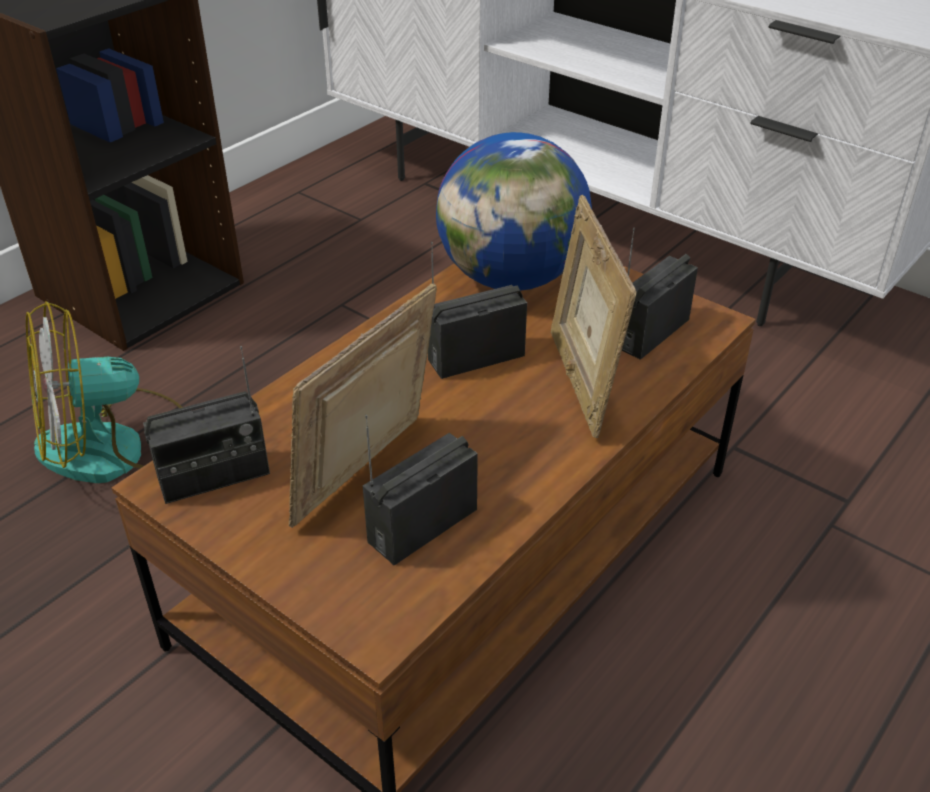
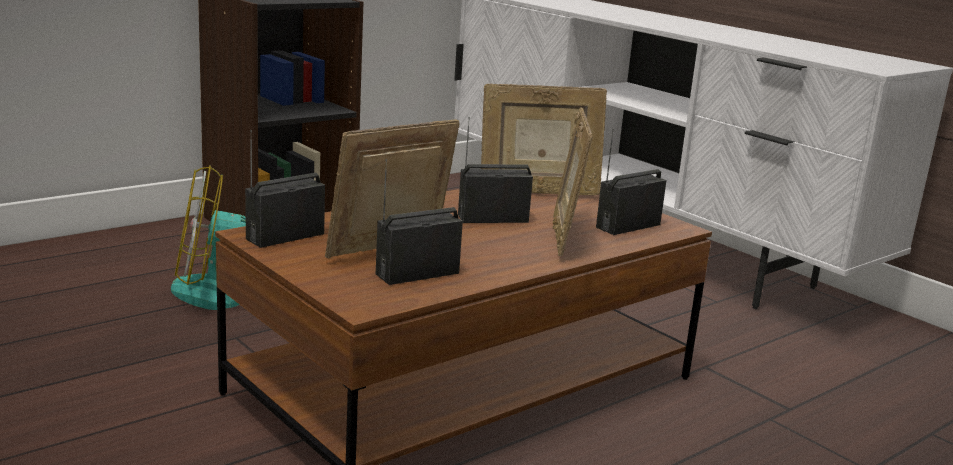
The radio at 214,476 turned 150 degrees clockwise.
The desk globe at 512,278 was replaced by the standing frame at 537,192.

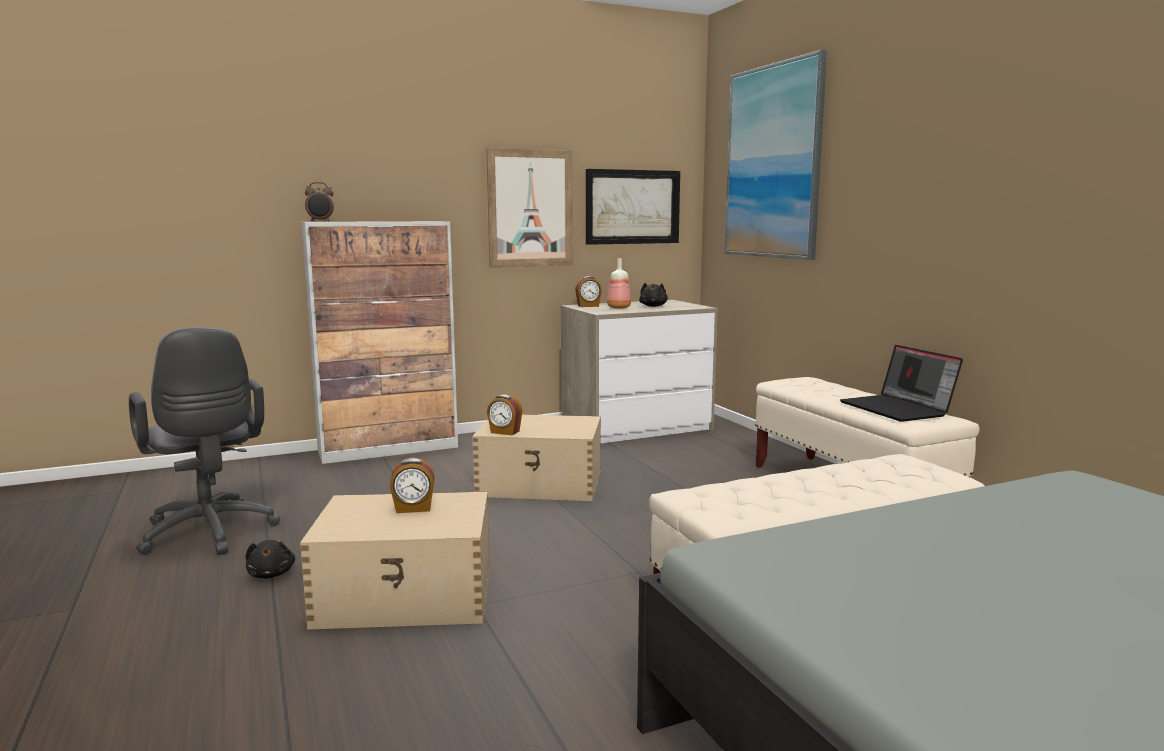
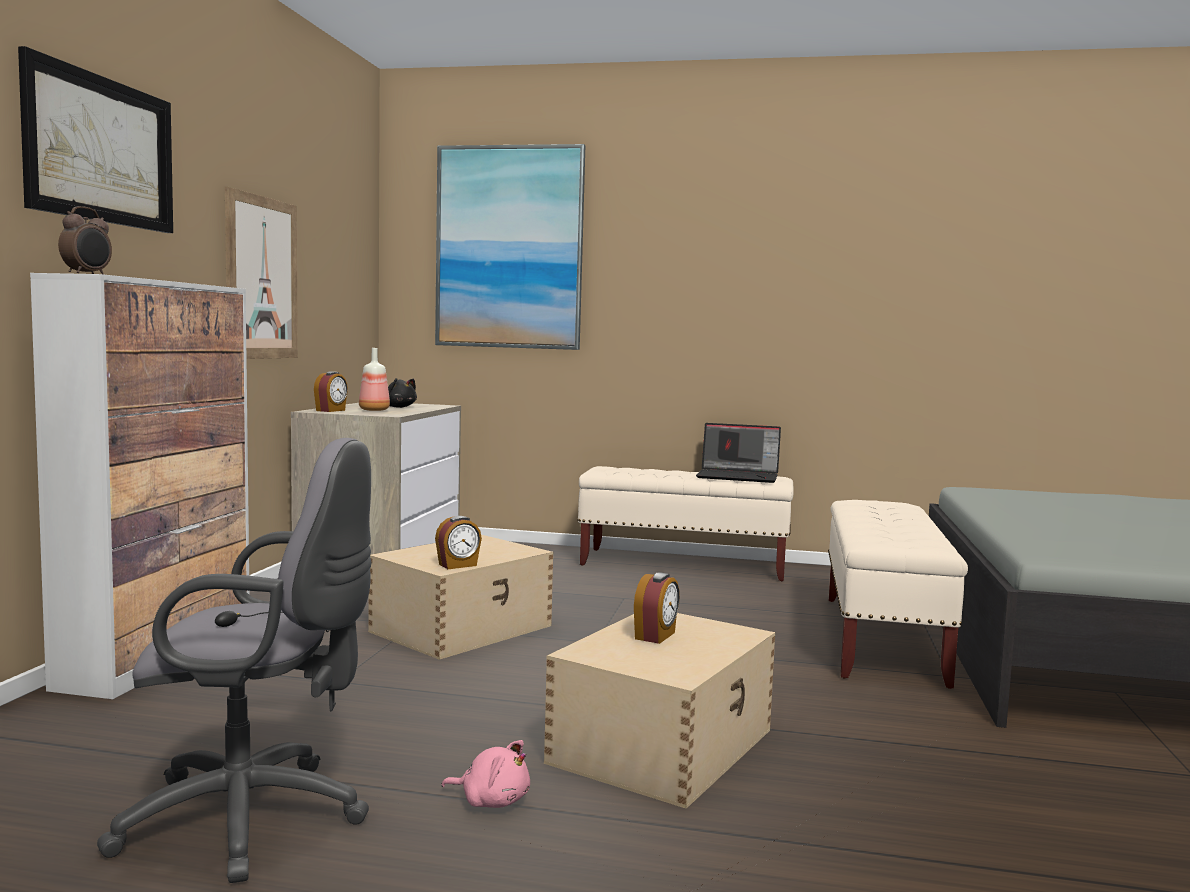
The cuddly toy (black) at 271,574 became the cuddly toy (pinkish) at 491,801.
The wall picture moved from 632,207 to 100,150.

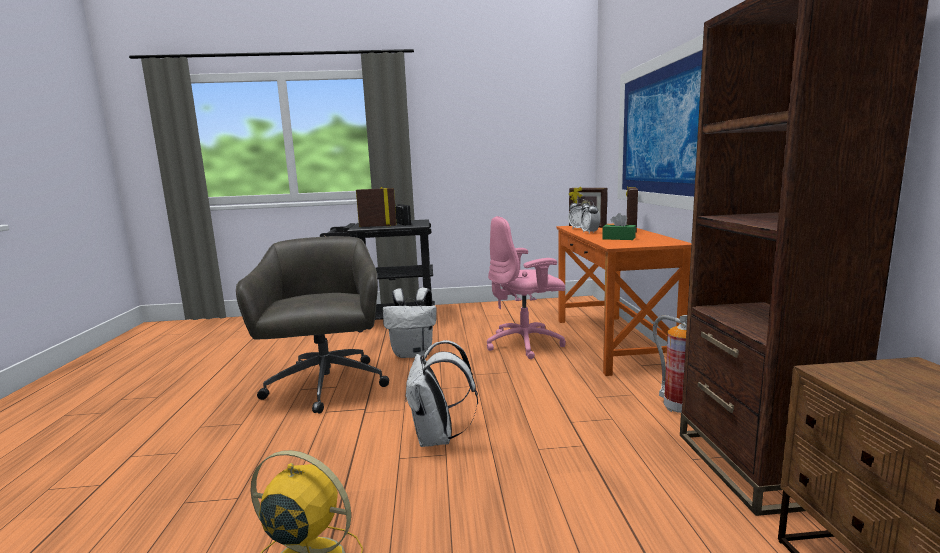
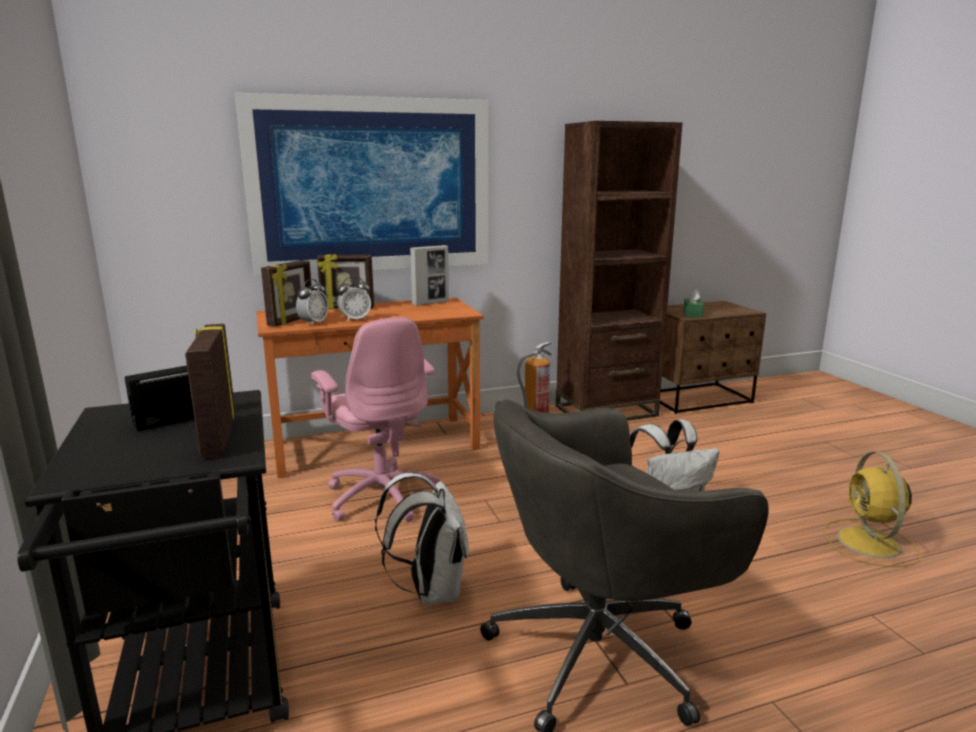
The tissue box (green) moved from 618,238 to 692,314.
The standing frame at 430,303 appeared.

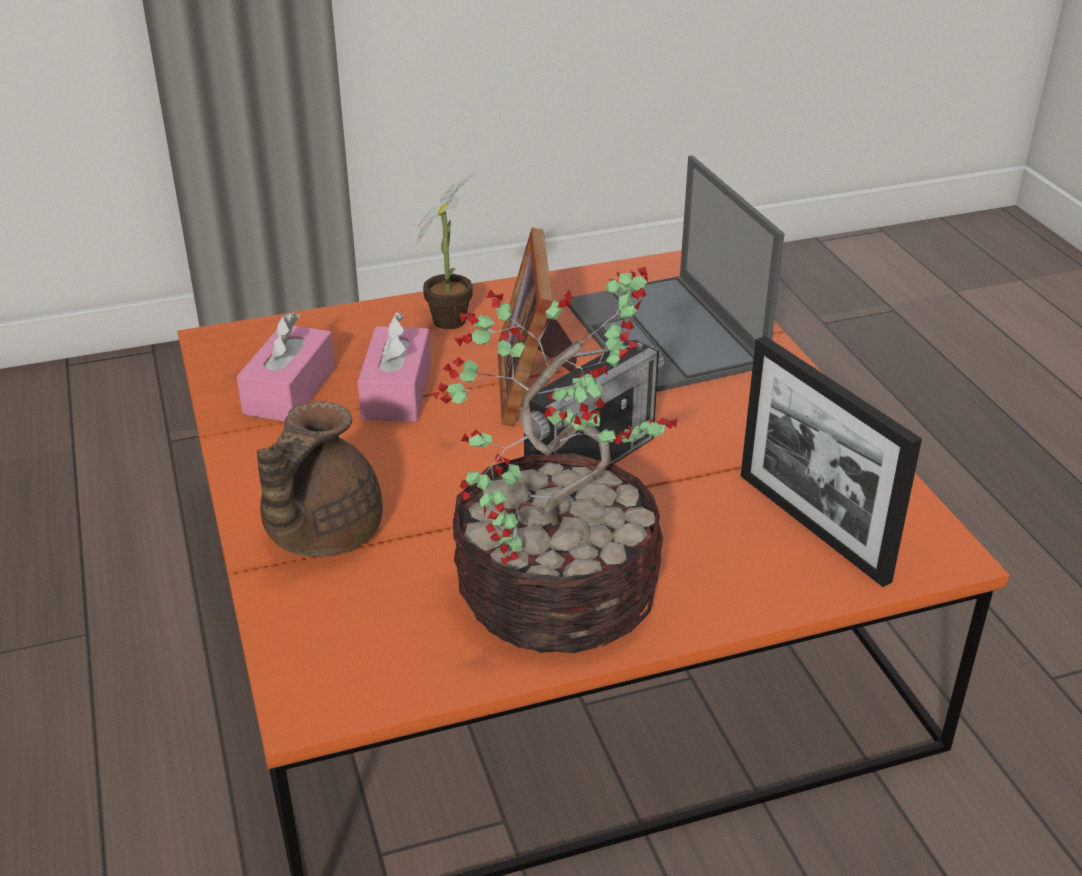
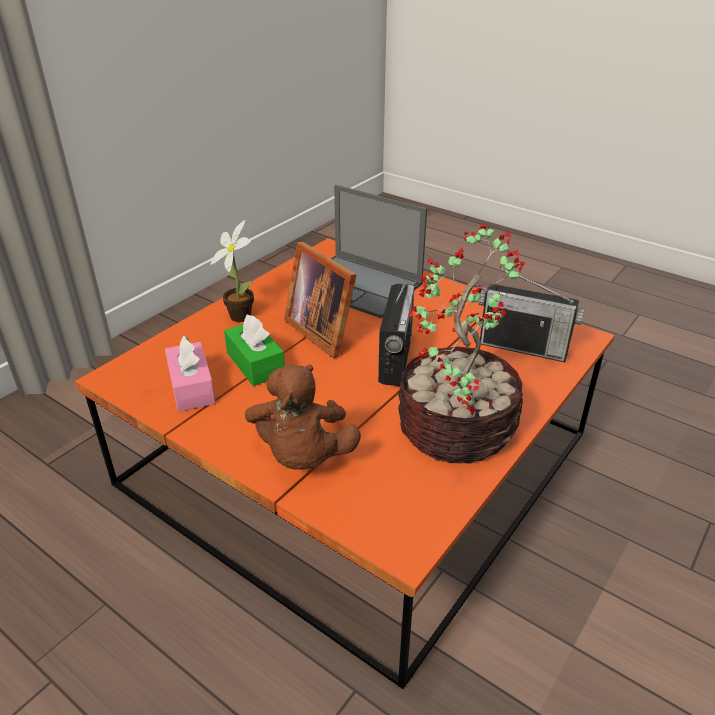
The pot for tea (brown-coloured) at 319,534 was replaced by the cuddly toy (brown-coloured) at 302,456.
The tissue box (pinkish) at 397,392 became the tissue box (green) at 255,364.
The standing frame at 812,526 was replaced by the radio at 523,347.

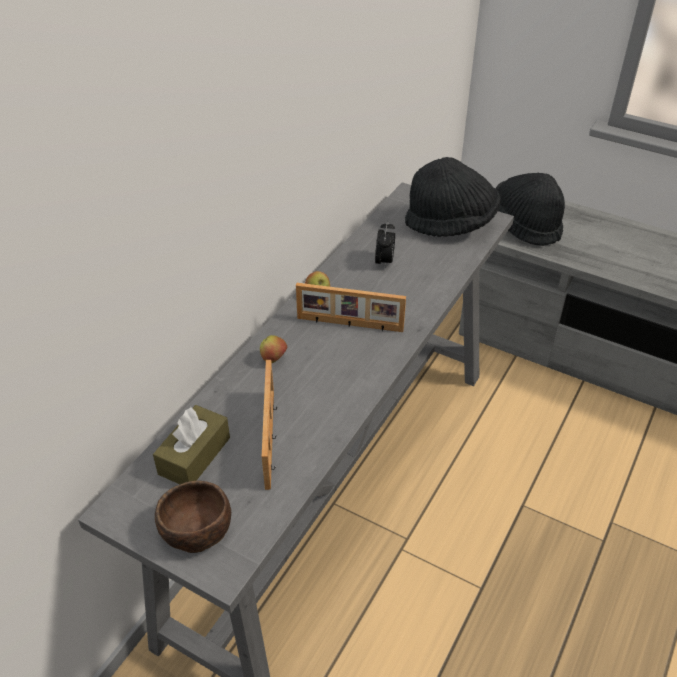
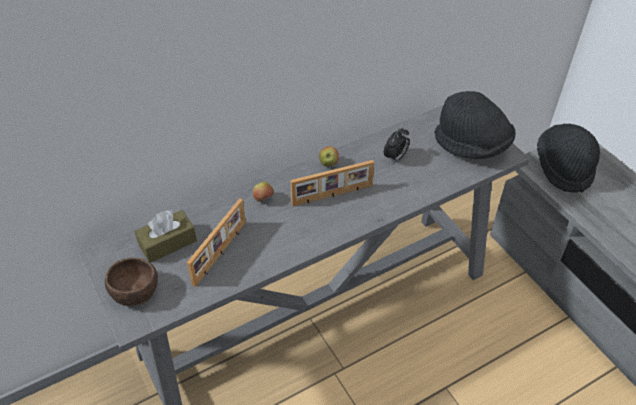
The standing frame at 349,325 turned 60 degrees counterclockwise.

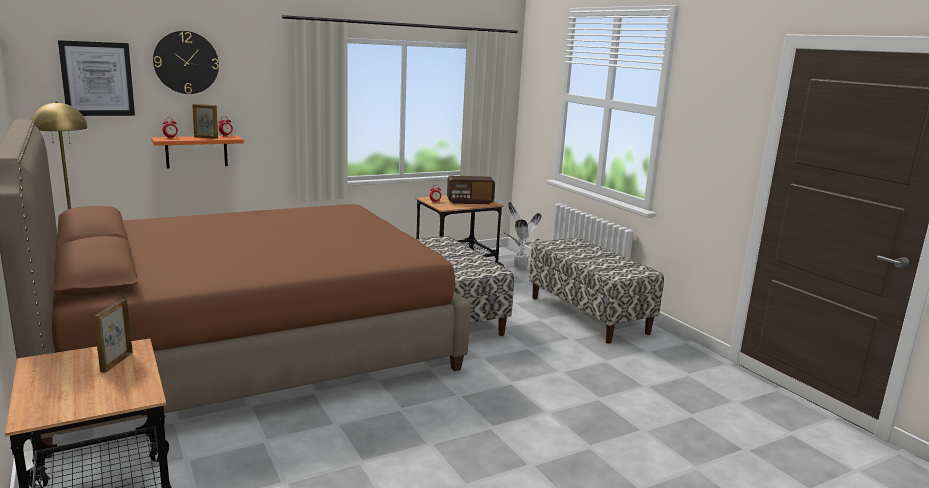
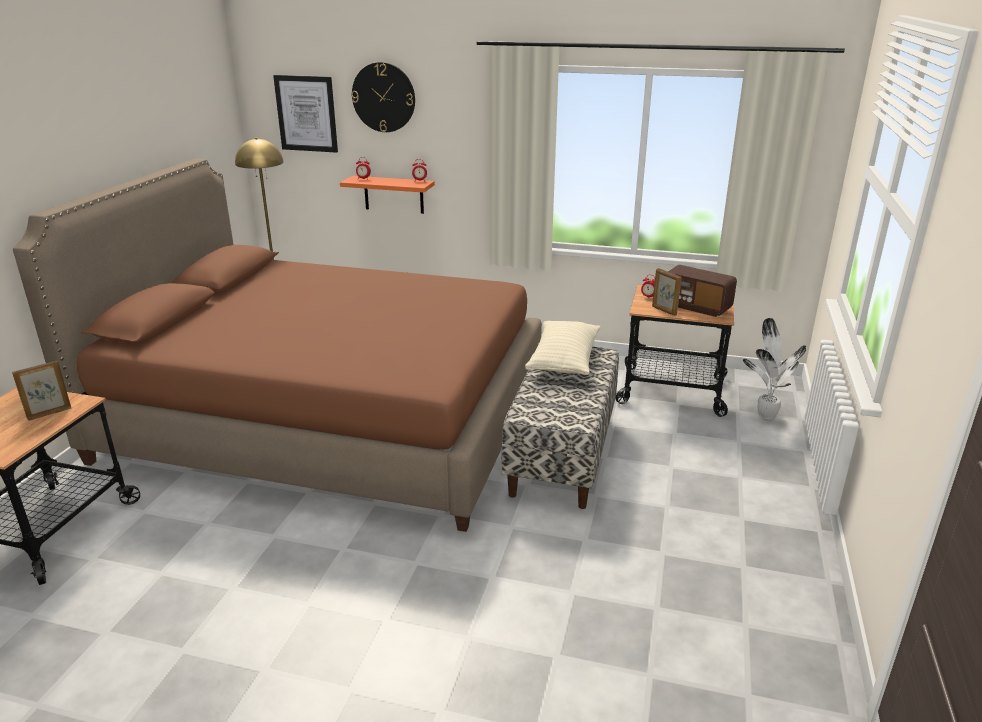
The standing frame moved from 206,137 to 664,311.
The long seat at 588,315 disappeared.
The cushion (beige-coloured) at 564,361 appeared.

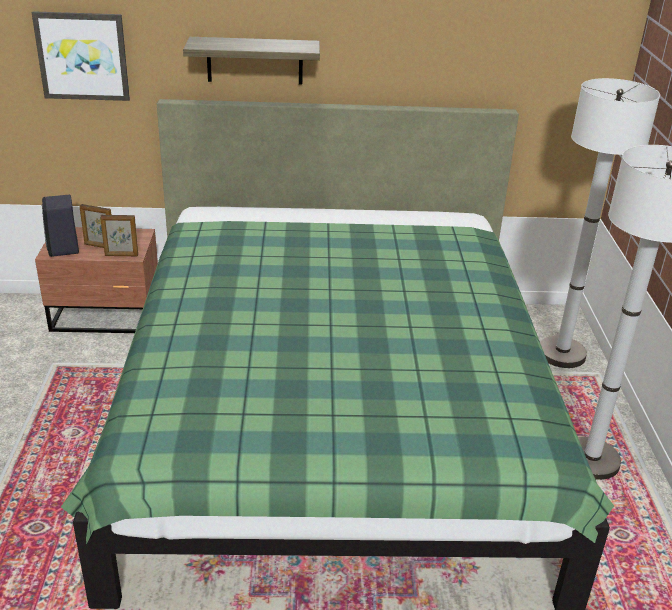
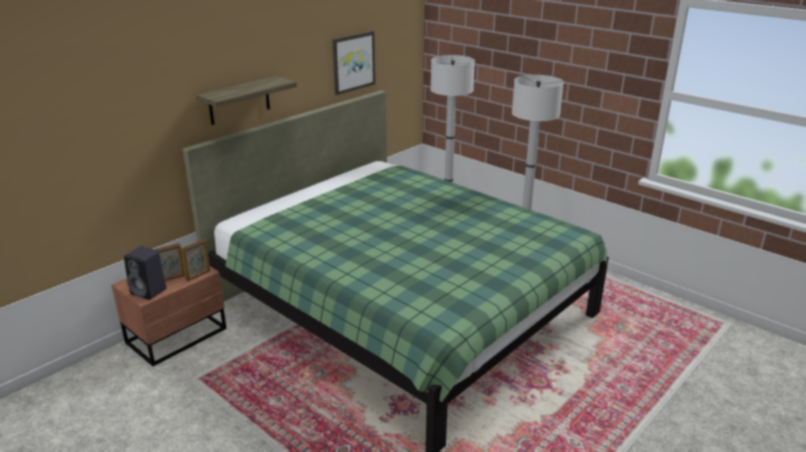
The wall picture moved from 82,56 to 353,62.

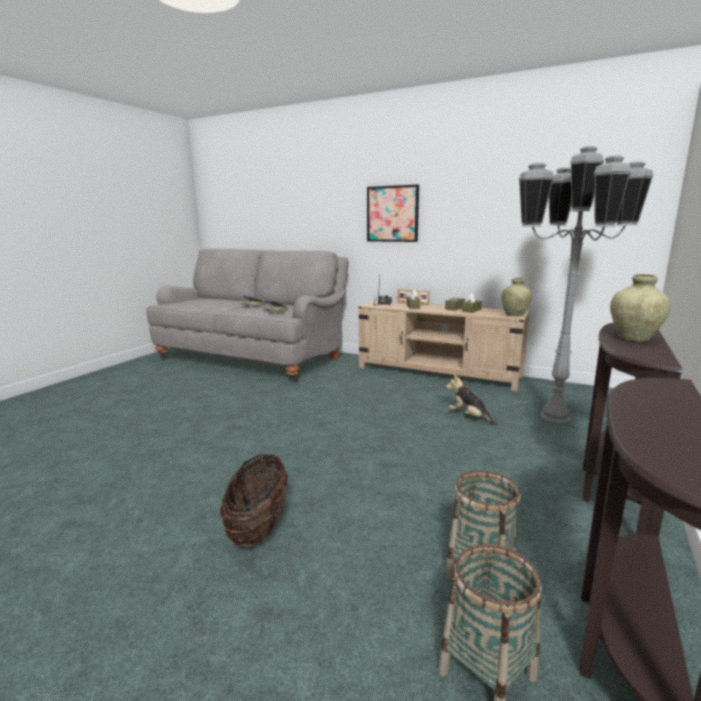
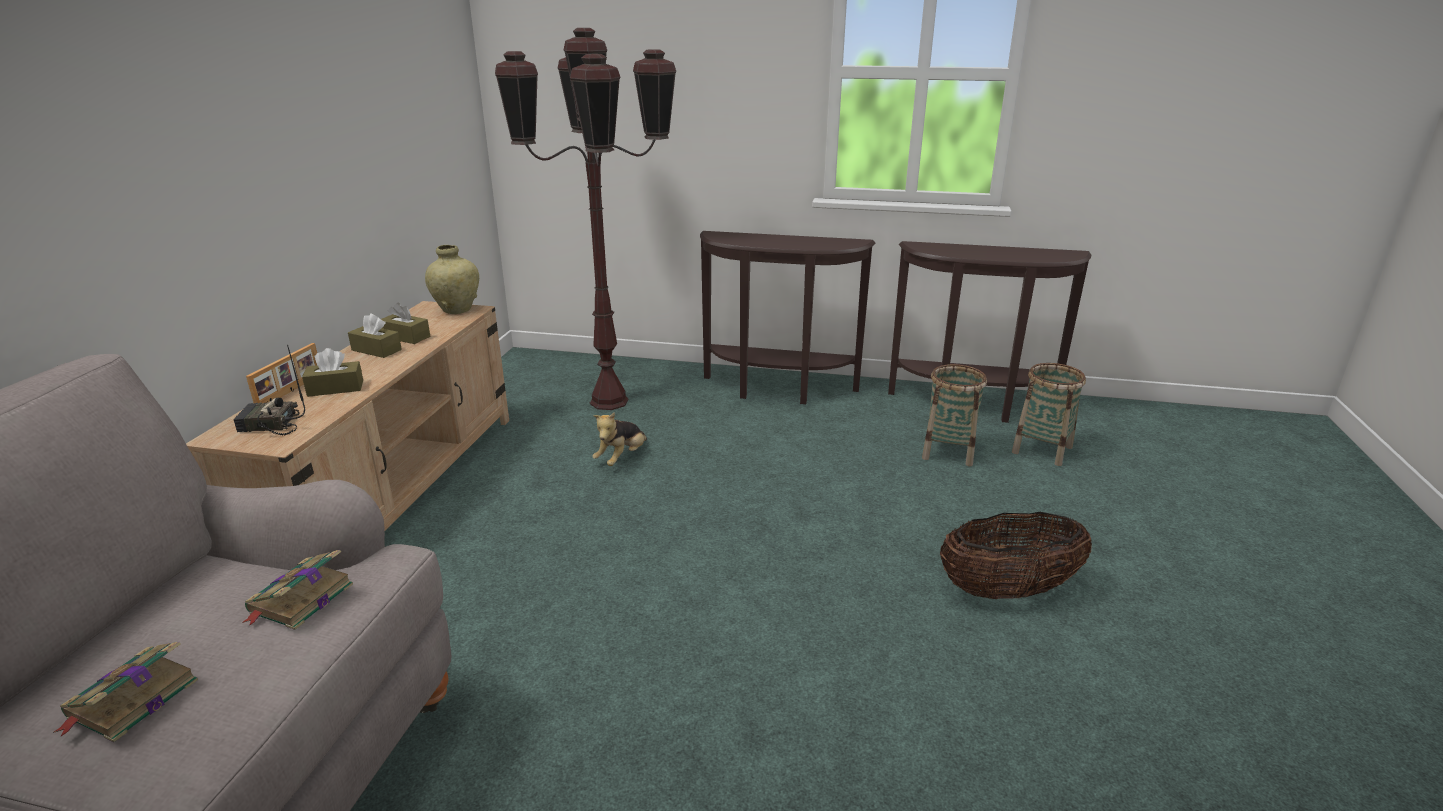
The wall picture at 392,214 disappeared.
The floor lamp (greyish) at 556,417 became the floor lamp (brown-coloured) at 609,401.
The flower vase (beige-coloured) at 633,338 disappeared.

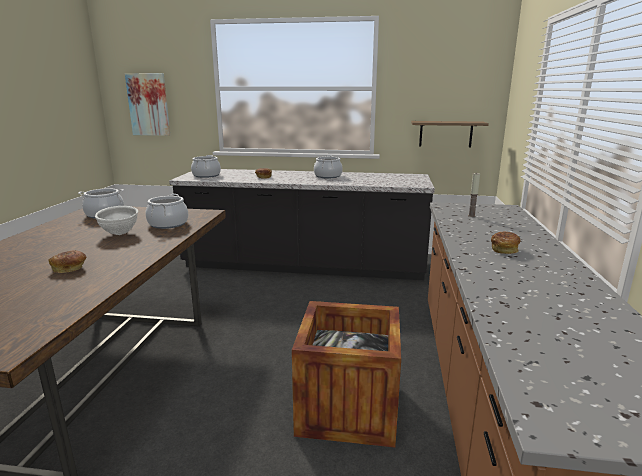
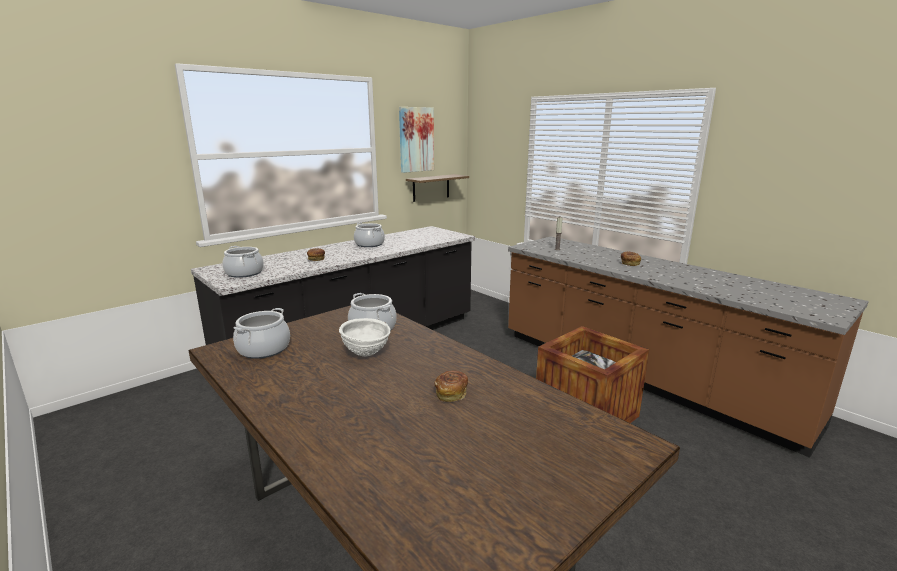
The wall picture moved from 148,104 to 416,139.

